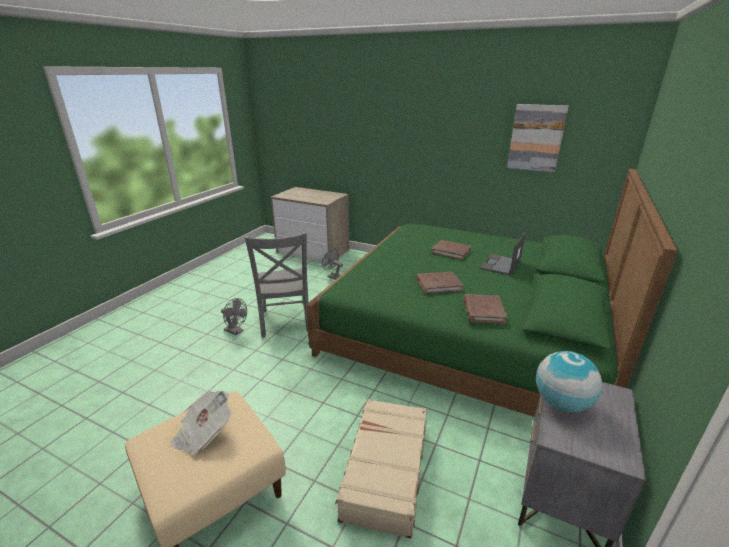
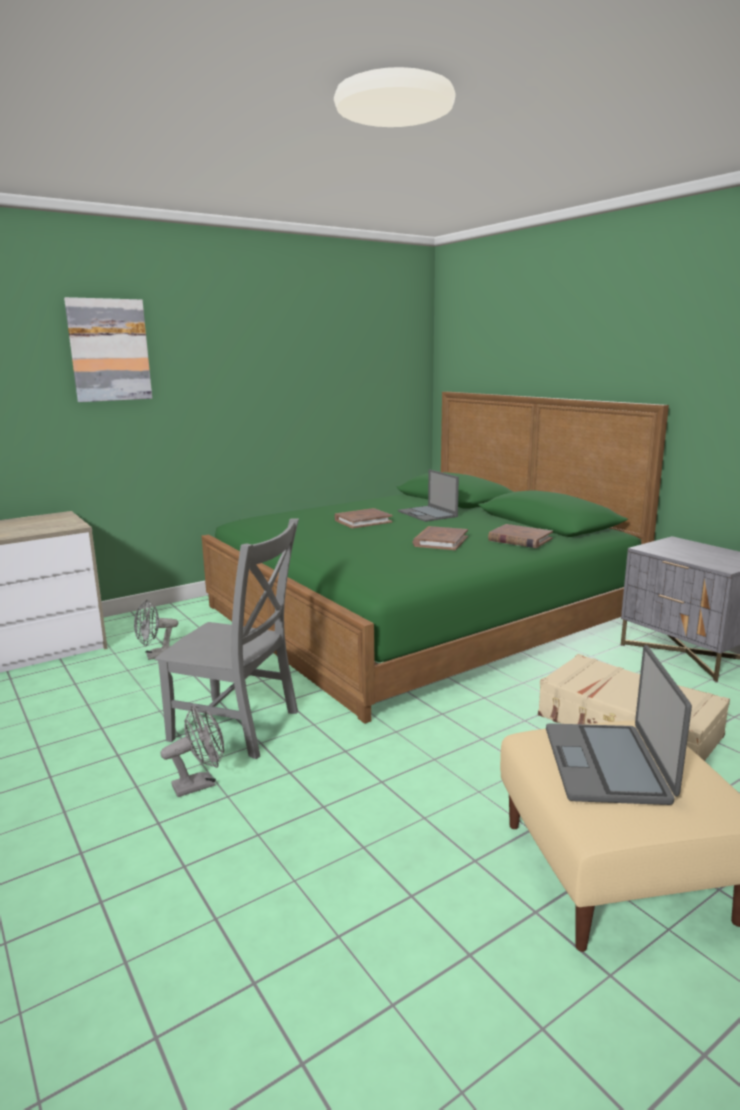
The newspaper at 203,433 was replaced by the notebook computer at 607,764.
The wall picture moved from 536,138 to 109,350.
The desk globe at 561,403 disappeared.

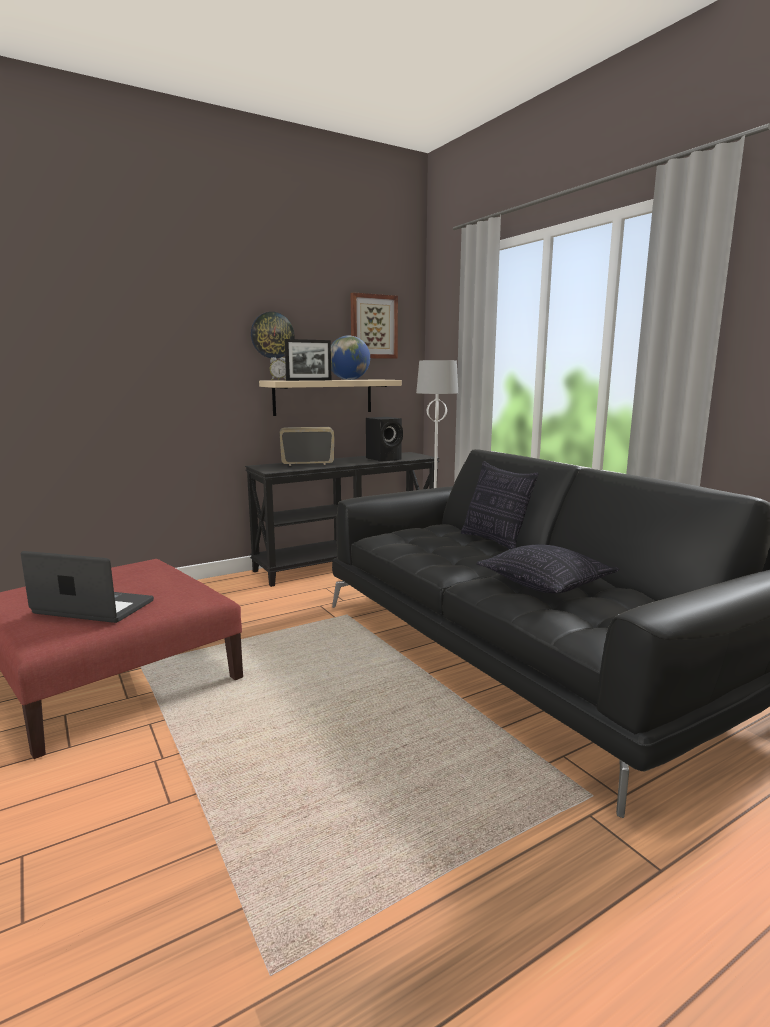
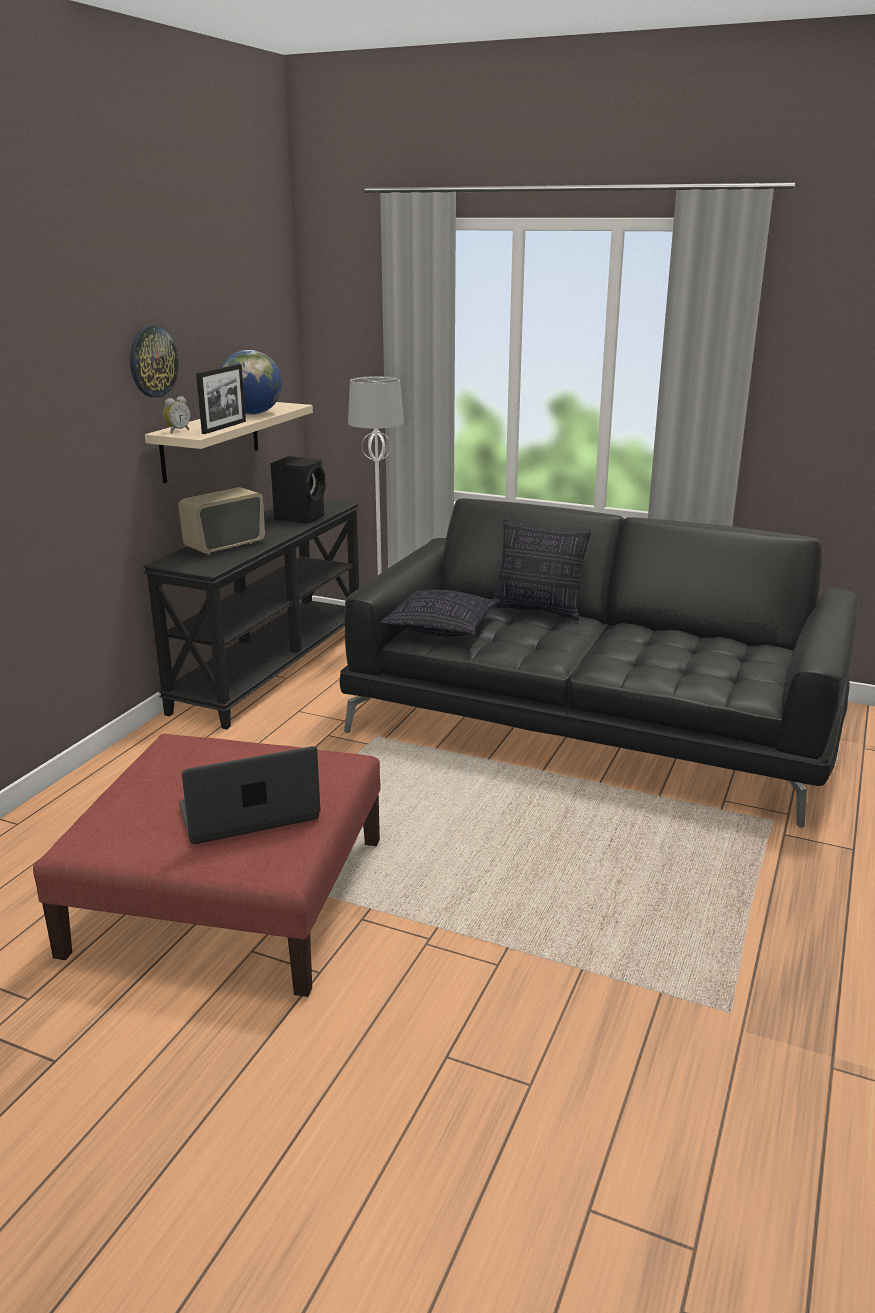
The wall picture at 373,326 disappeared.
The cushion moved from 546,584 to 441,627.

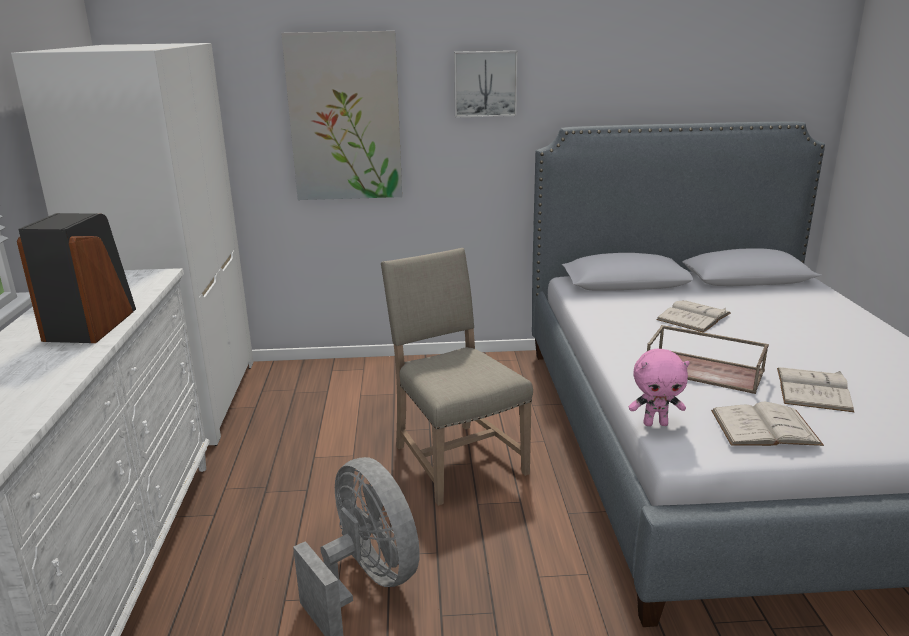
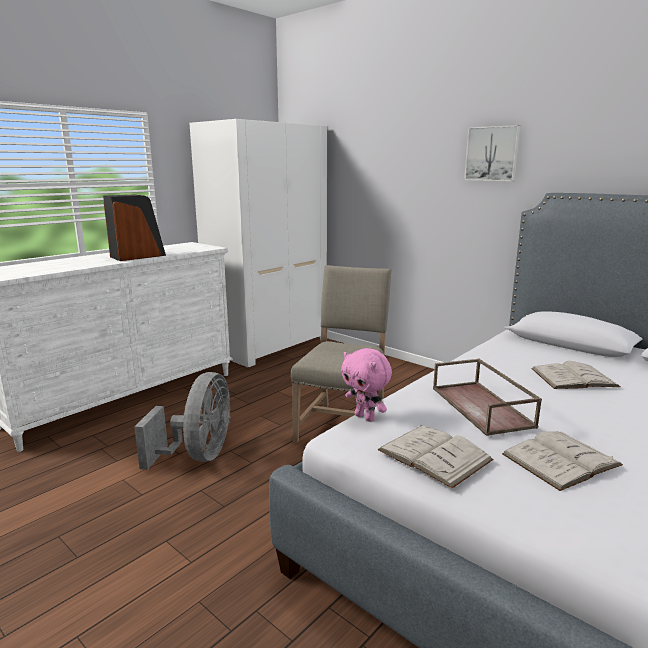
The wall picture at 345,117 disappeared.

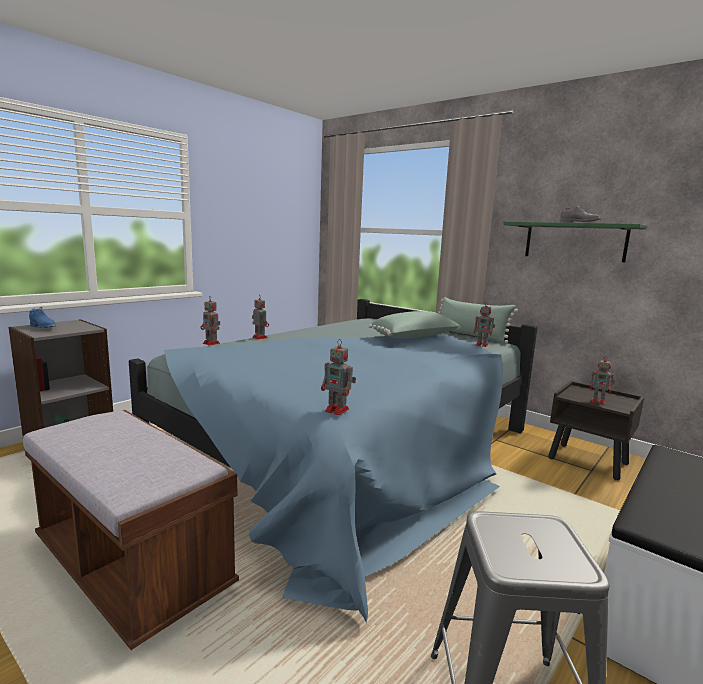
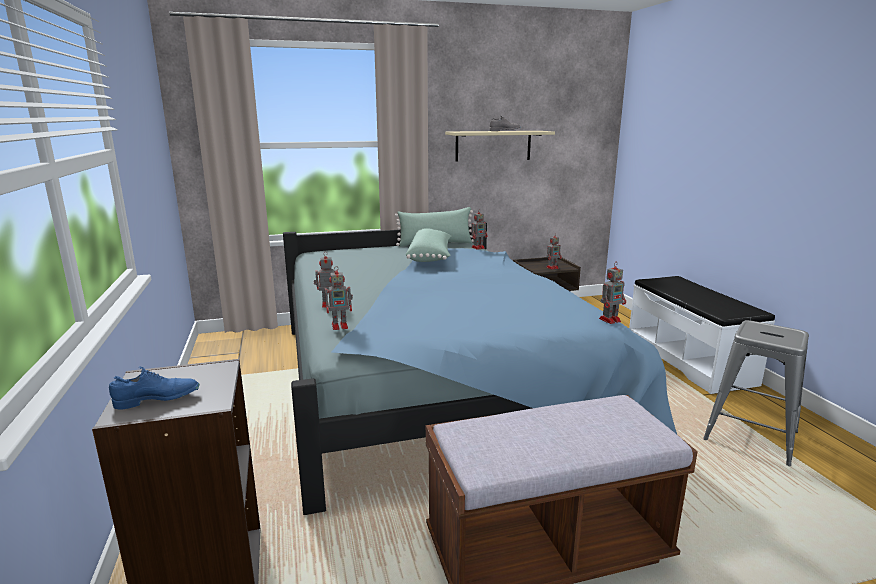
The bracket shelf (green) at 574,241 became the bracket shelf (beige-coloured) at 493,145.

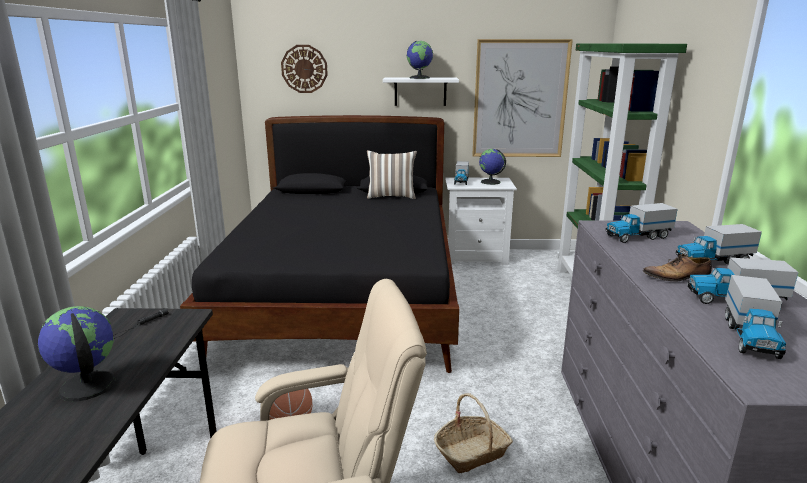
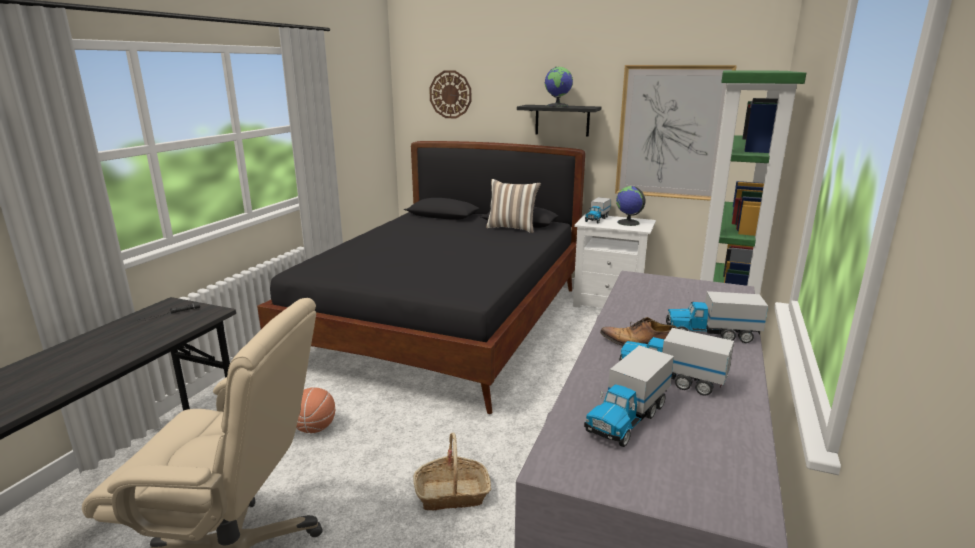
The desk globe at 86,386 disappeared.
The bracket shelf (white) at 420,91 became the bracket shelf (black) at 562,120.
The toy truck at 637,237 disappeared.

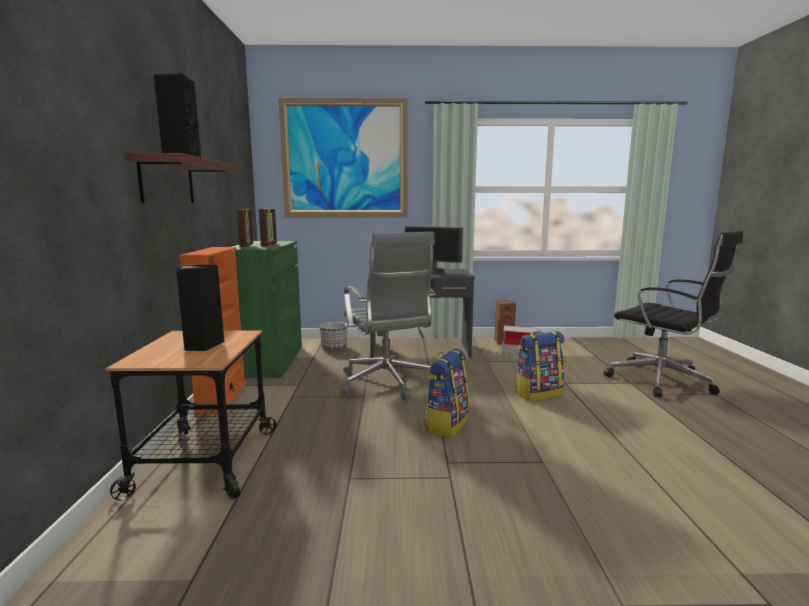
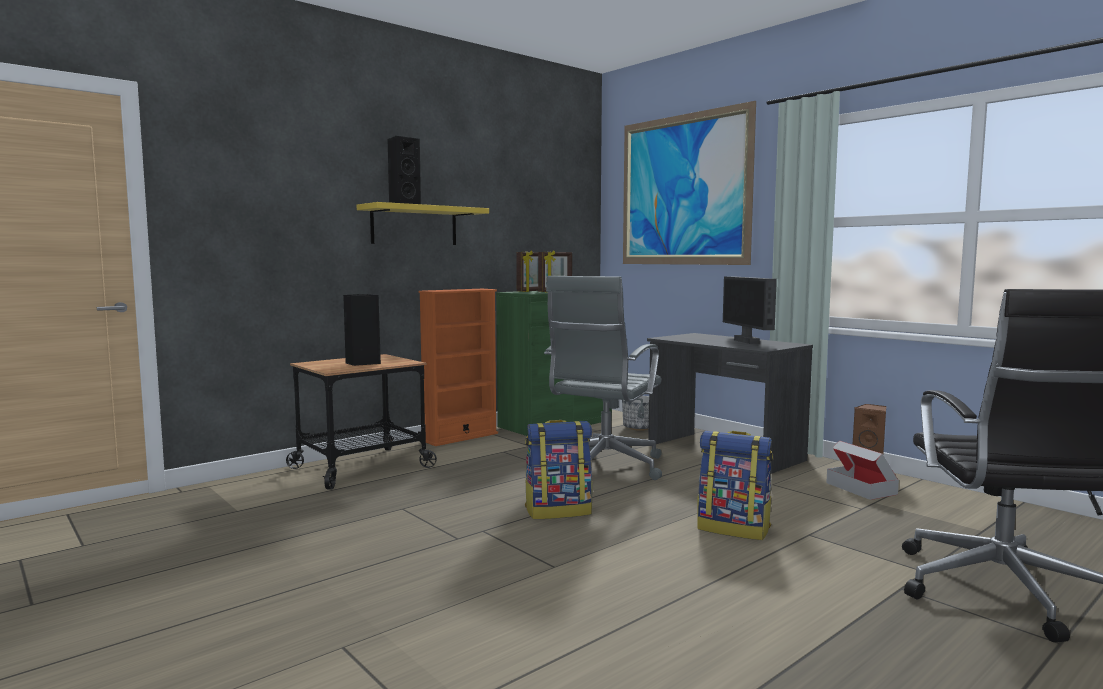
The bracket shelf (brown-coloured) at 167,181 became the bracket shelf (yellowish) at 414,226.

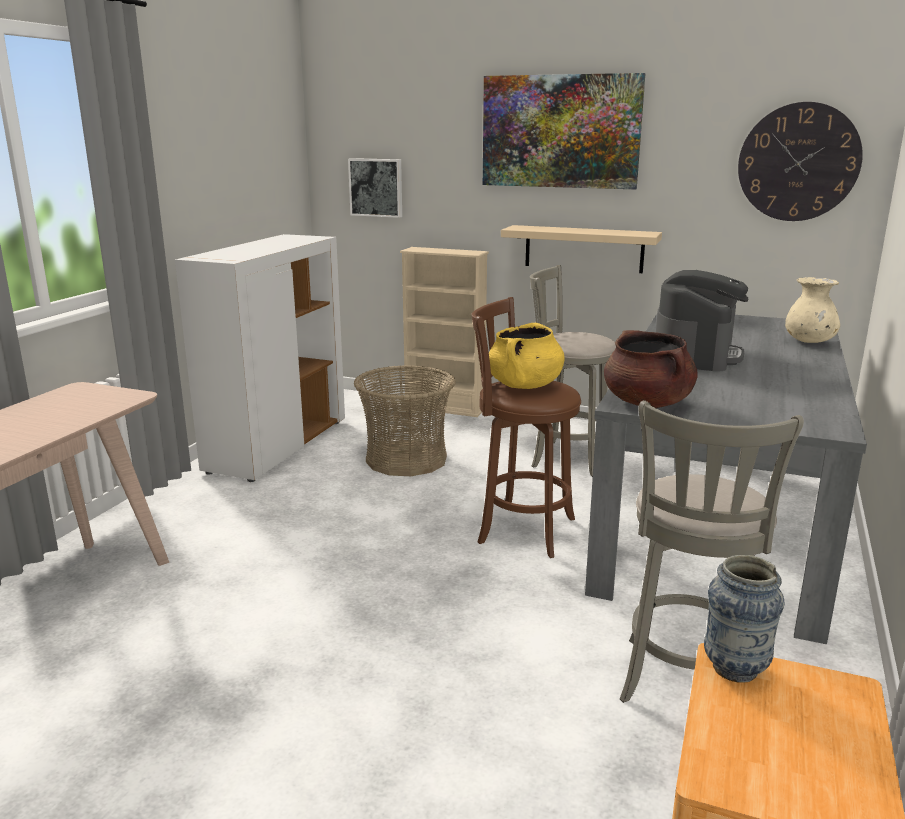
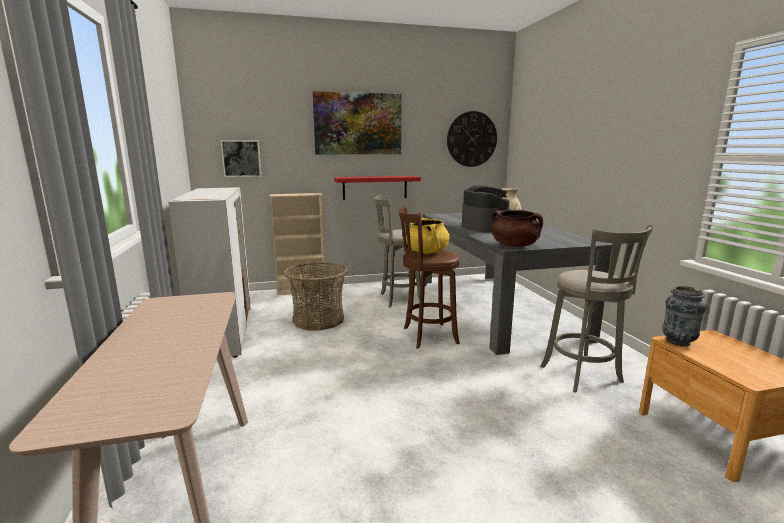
The bracket shelf (beige-coloured) at 583,249 became the bracket shelf (red) at 375,187.

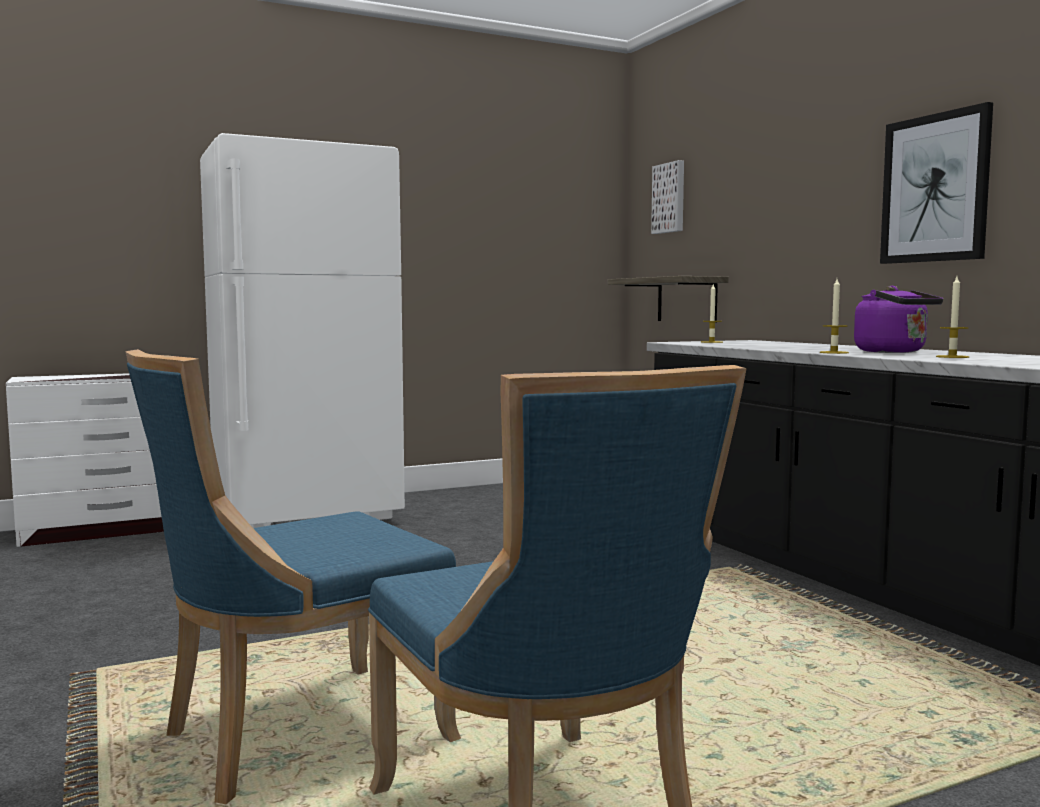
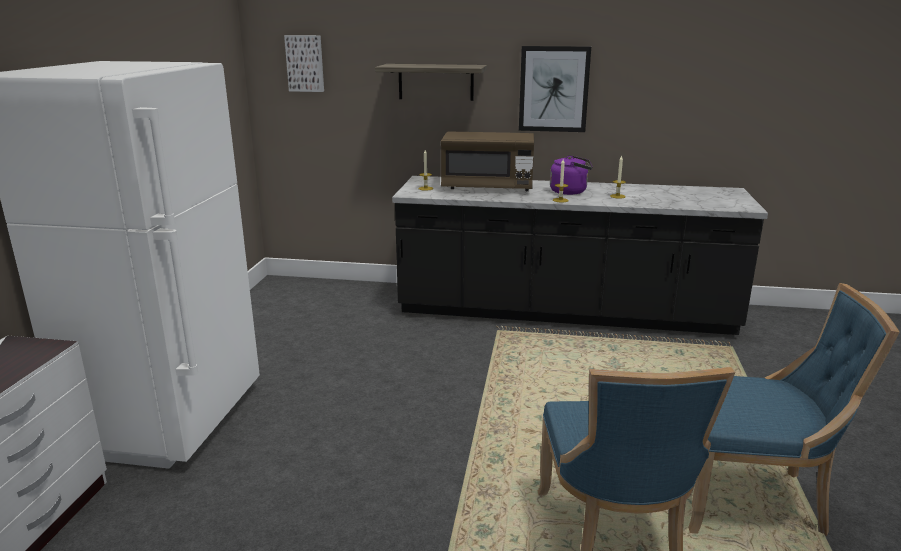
The bracket shelf moved from 686,300 to 436,82.
The kitchen microwave (brown-coloured) at 487,187 appeared.

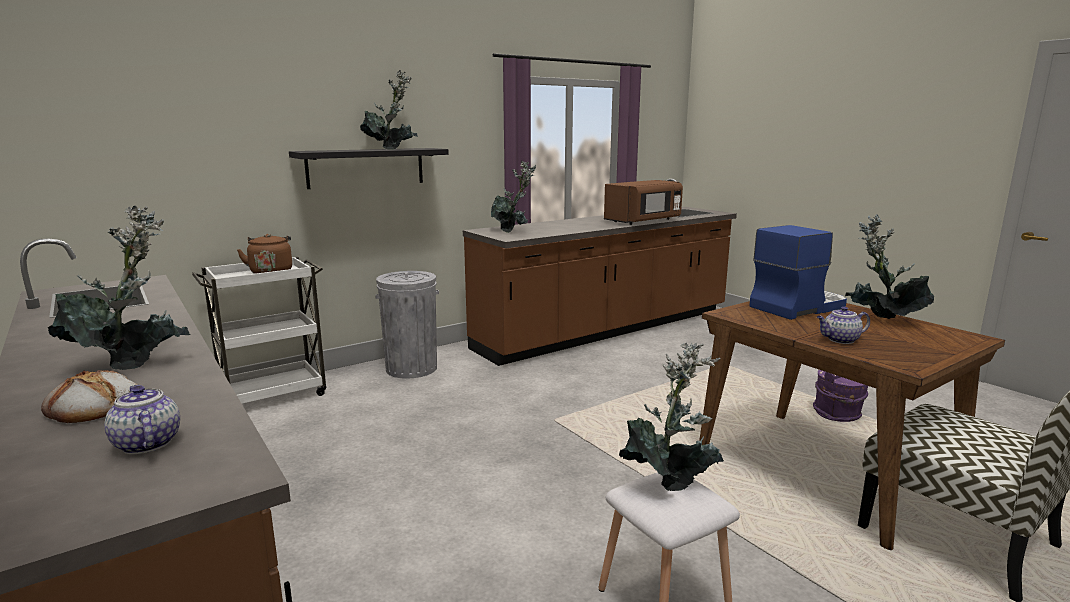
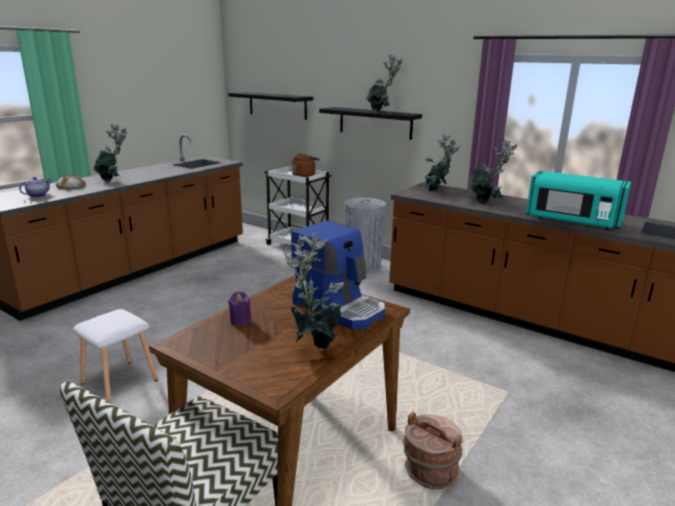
The kitchen microwave (brown-coloured) at 643,221 became the kitchen microwave (blue-green) at 572,221.
The houseplant moved from 670,481 to 486,203.
The pail (purple) at 837,414 became the pail (brown-coloured) at 430,472.
The pot for tea at 840,340 was replaced by the candle (purple) at 240,321.
The bracket shelf (black) at 277,105 appeared.

